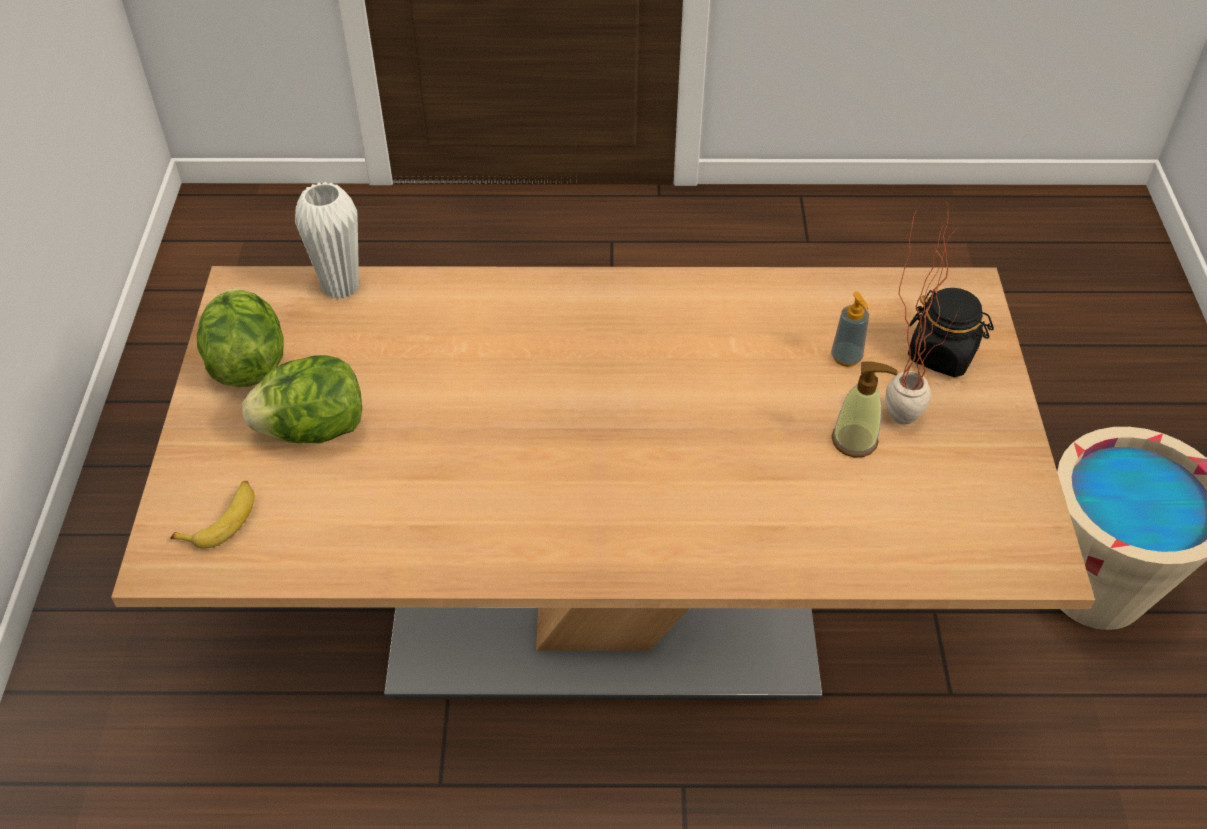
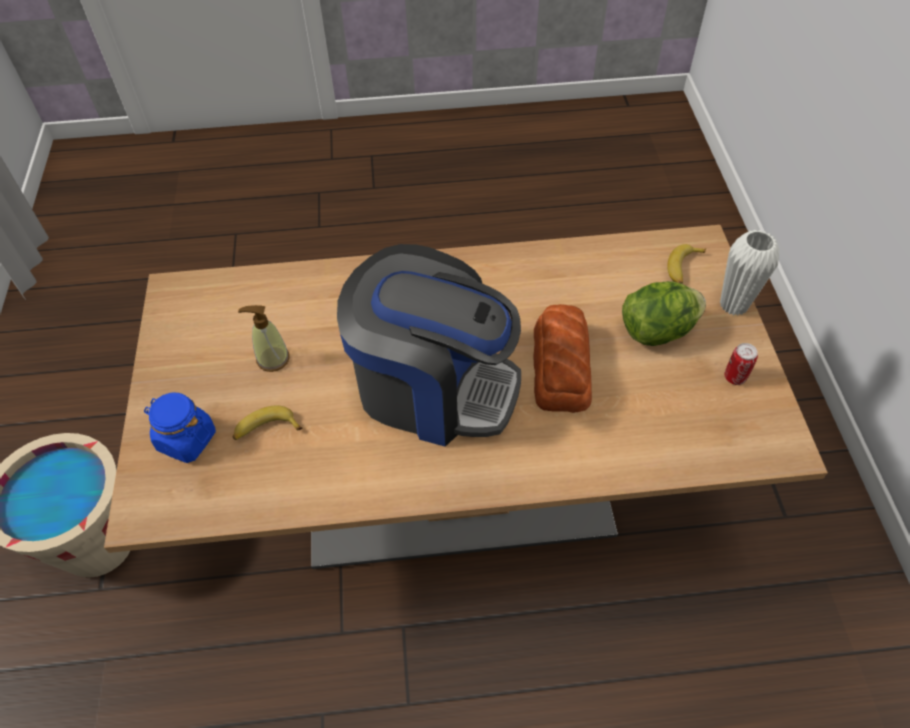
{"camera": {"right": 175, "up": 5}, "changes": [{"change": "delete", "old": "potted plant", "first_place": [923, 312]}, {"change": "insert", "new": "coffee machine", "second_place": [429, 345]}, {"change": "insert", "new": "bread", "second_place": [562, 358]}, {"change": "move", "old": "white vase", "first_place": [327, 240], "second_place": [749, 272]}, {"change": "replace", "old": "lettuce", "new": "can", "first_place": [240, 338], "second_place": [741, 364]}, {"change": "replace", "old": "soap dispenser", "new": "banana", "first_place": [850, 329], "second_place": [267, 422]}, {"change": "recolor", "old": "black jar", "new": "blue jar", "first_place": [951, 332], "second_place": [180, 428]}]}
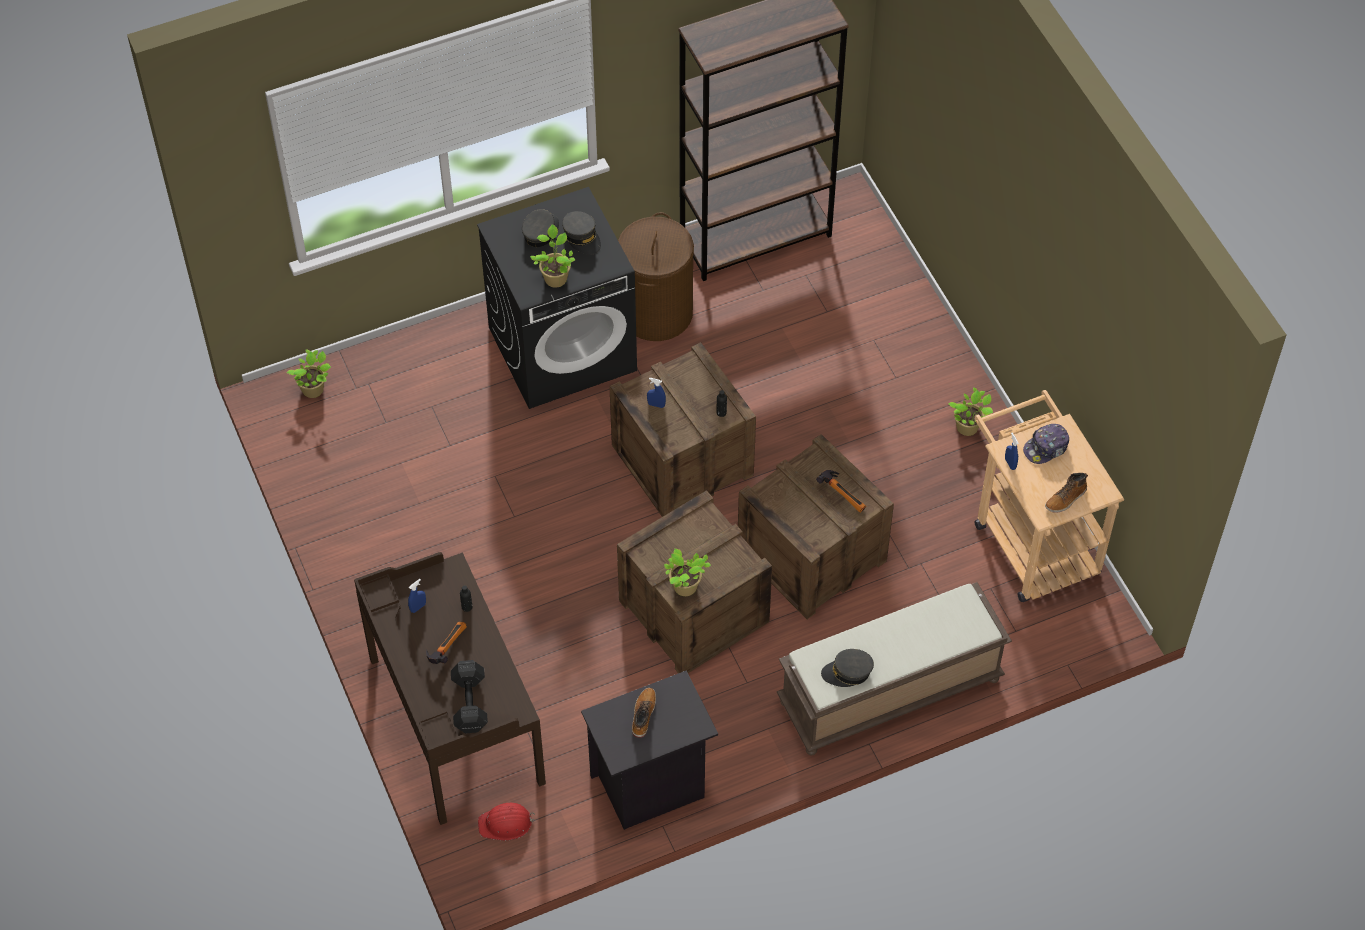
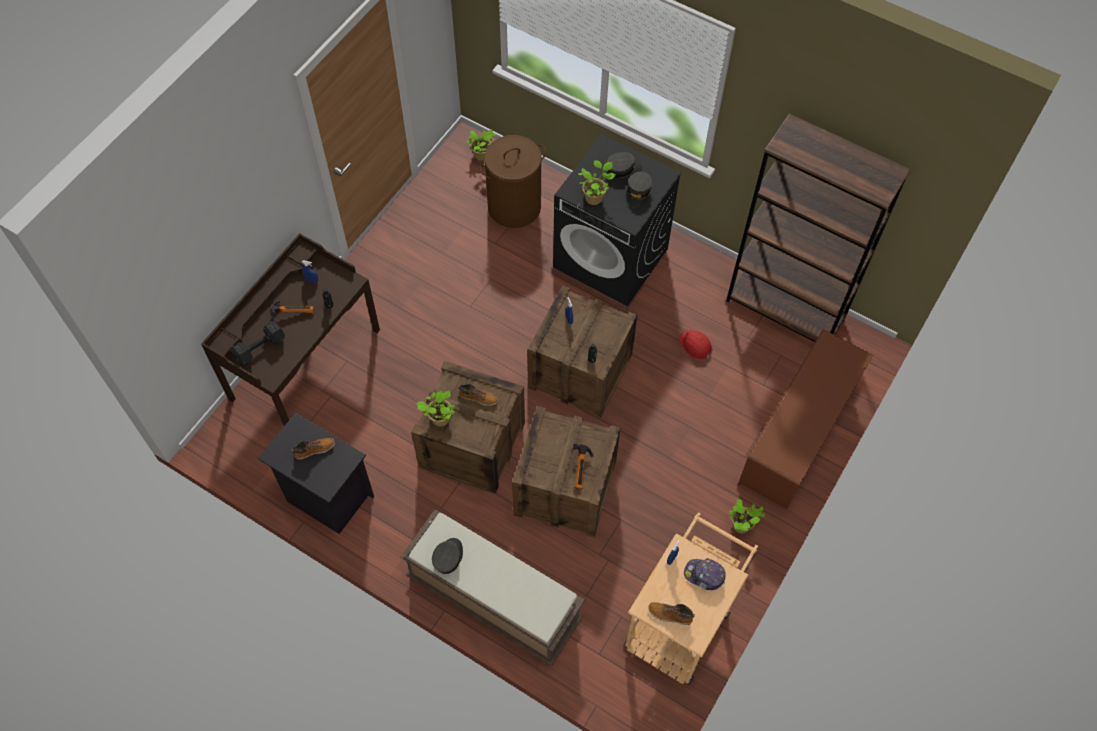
{"camera": {"right": 55, "up": 5}, "changes": [{"change": "insert", "new": "boot", "second_place": [478, 395]}, {"change": "insert", "new": "brown shoe rack", "second_place": [805, 419]}, {"change": "move", "old": "red hard hat", "first_place": [506, 821], "second_place": [695, 345]}, {"change": "move", "old": "brown laundry basket", "first_place": [656, 276], "second_place": [513, 181]}, {"change": "rotate", "old": "grey cap", "first_place": [847, 668], "second_place": [447, 556], "degrees": 60}]}
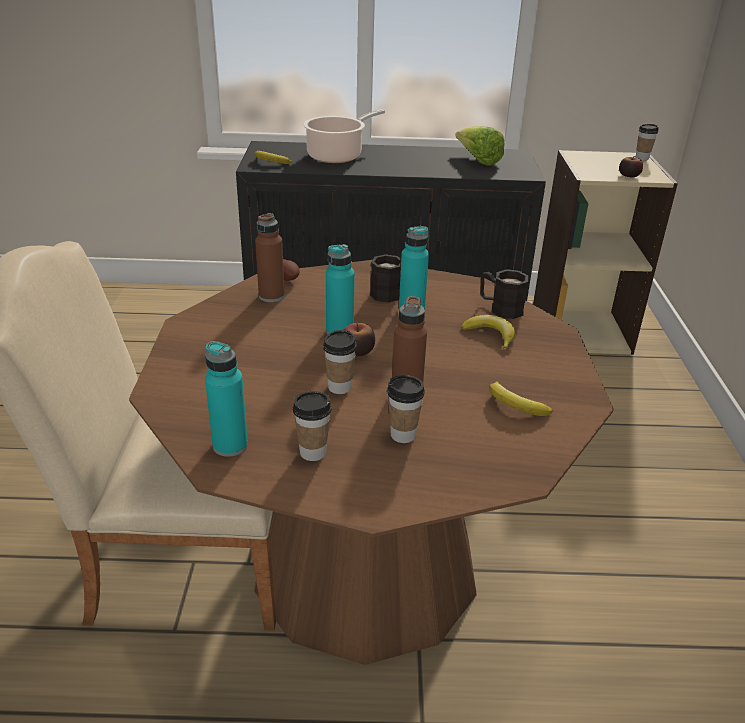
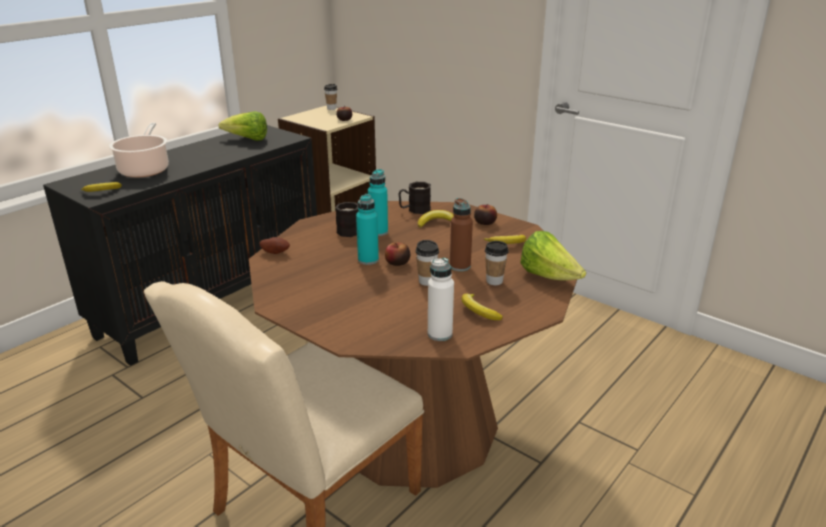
{"camera": {"right": -50, "up": -5}, "changes": [{"change": "delete", "old": "brown bottle", "first_place": [270, 257]}, {"change": "insert", "new": "apple", "second_place": [485, 214]}, {"change": "insert", "new": "lettuce", "second_place": [553, 256]}, {"change": "replace", "old": "cup", "new": "banana", "first_place": [312, 426], "second_place": [482, 307]}, {"change": "recolor", "old": "turquoise bottle", "new": "white bottle", "first_place": [226, 399], "second_place": [441, 299]}]}
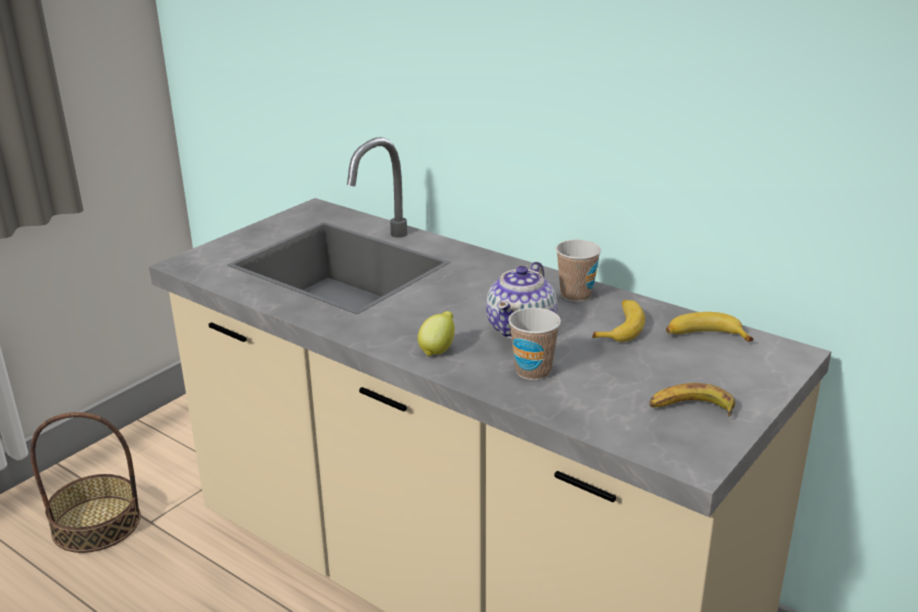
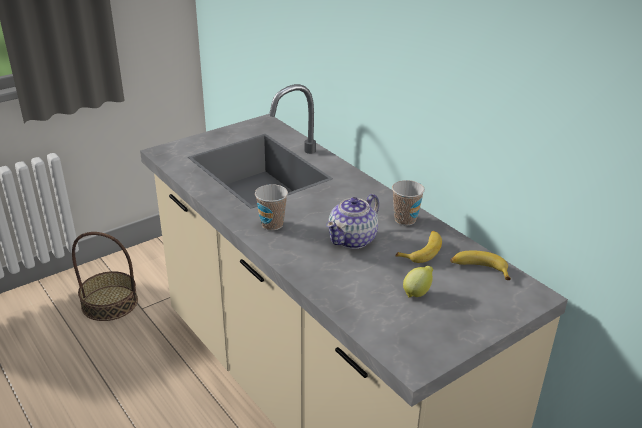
{"camera": {"right": 15, "up": 5}, "changes": [{"change": "delete", "old": "banana", "first_place": [692, 400]}, {"change": "move", "old": "lemon", "first_place": [436, 333], "second_place": [418, 282]}, {"change": "move", "old": "cup", "first_place": [534, 344], "second_place": [271, 207]}]}
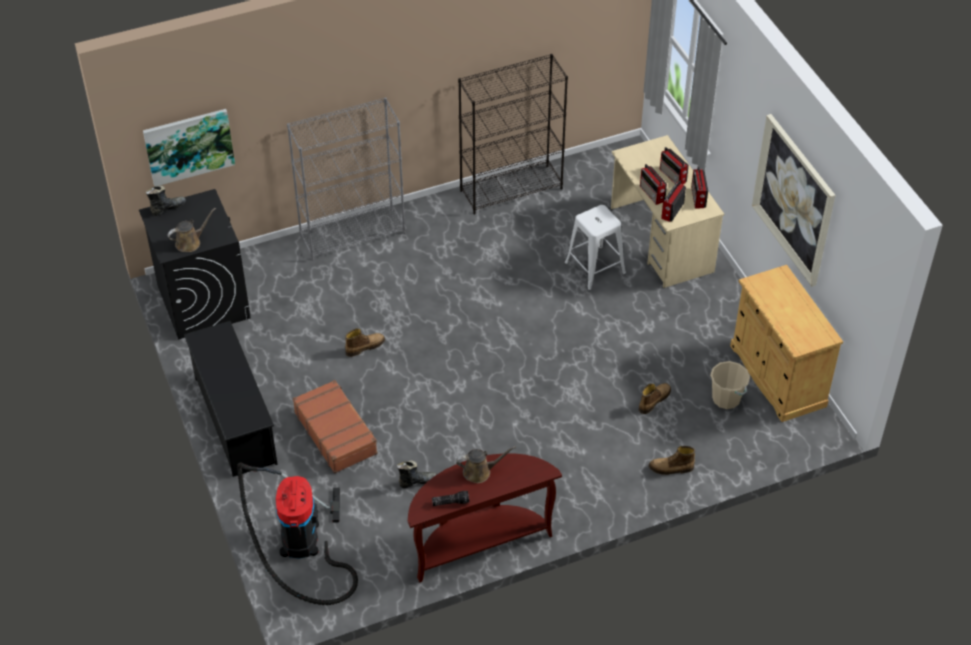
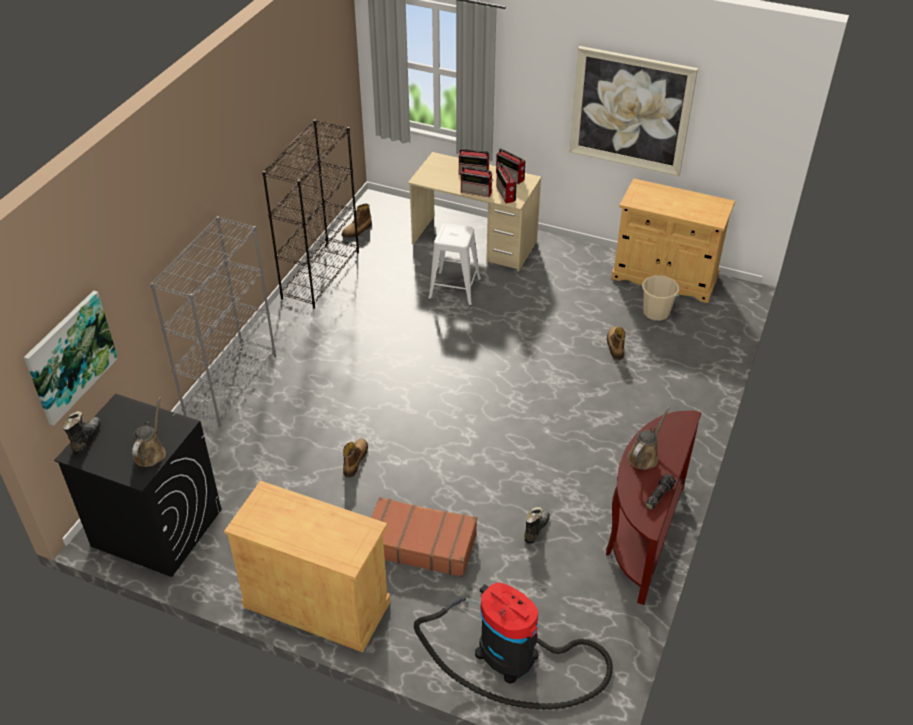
{"camera": {"right": -45, "up": -5}, "changes": [{"change": "move", "old": "boot", "first_place": [672, 460], "second_place": [357, 221]}, {"change": "replace", "old": "black shoe rack", "new": "beige cabinet", "first_place": [231, 399], "second_place": [307, 566]}]}
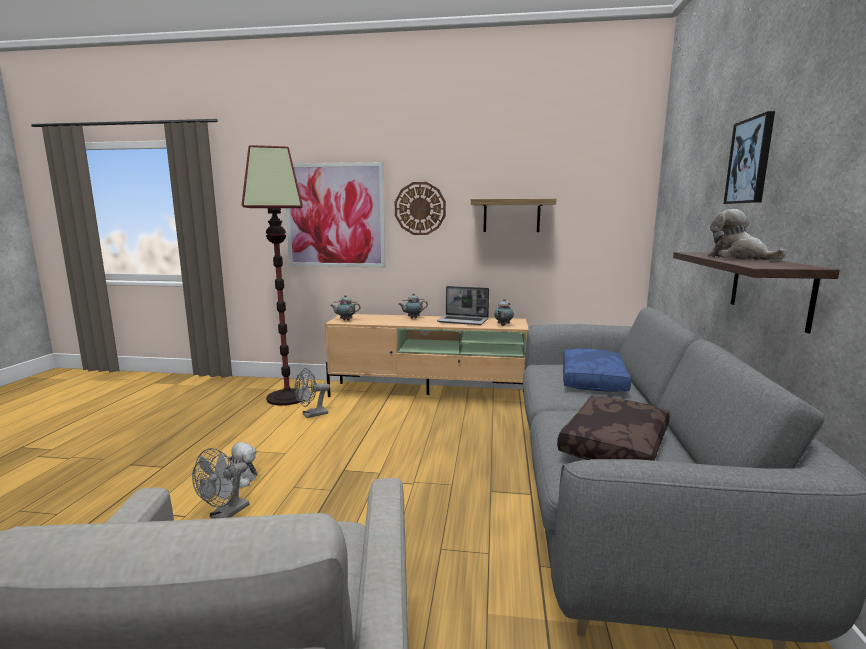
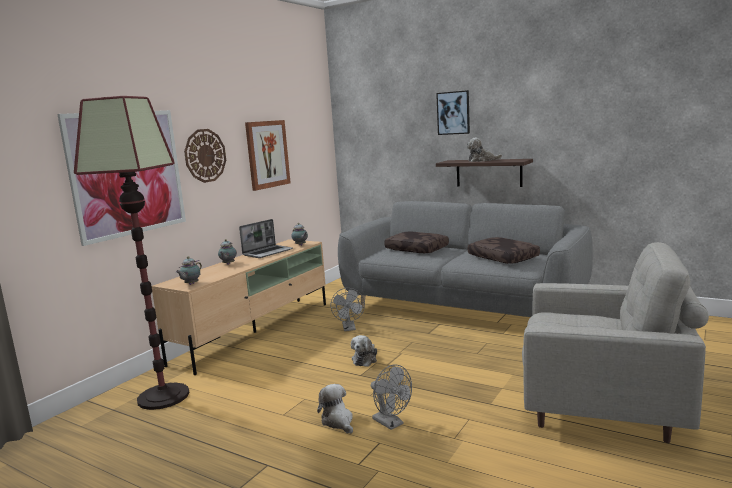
{"camera": {"right": -65, "up": 0}, "changes": [{"change": "insert", "new": "plush toy", "second_place": [364, 351]}, {"change": "move", "old": "grey fan", "first_place": [312, 393], "second_place": [348, 309]}, {"change": "replace", "old": "shelf", "new": "picture", "first_place": [513, 215], "second_place": [268, 155]}, {"change": "recolor", "old": "blue pillow", "new": "brown pillow", "first_place": [597, 370], "second_place": [416, 242]}]}
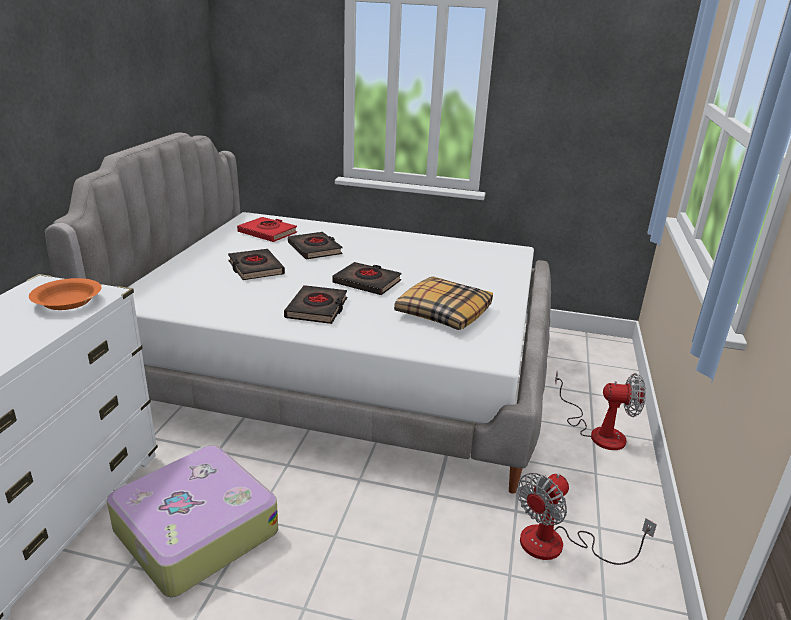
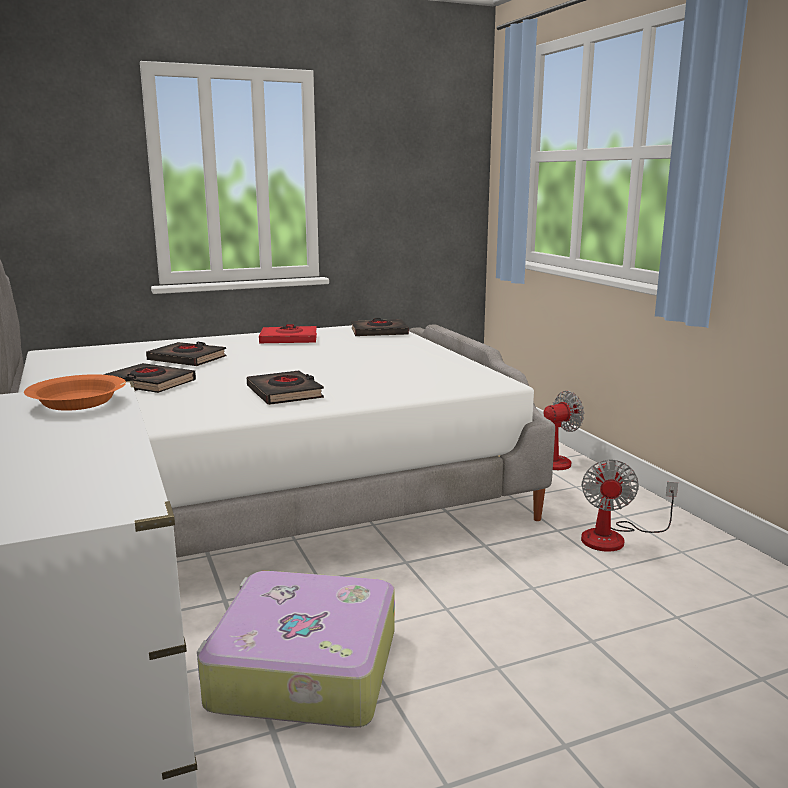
{"camera": {"right": -35, "up": -10}, "changes": [{"change": "delete", "old": "pillow", "first_place": [443, 303]}, {"change": "move", "old": "red book", "first_place": [267, 229], "second_place": [288, 333]}, {"change": "move", "old": "black book", "first_place": [366, 278], "second_place": [380, 327]}]}
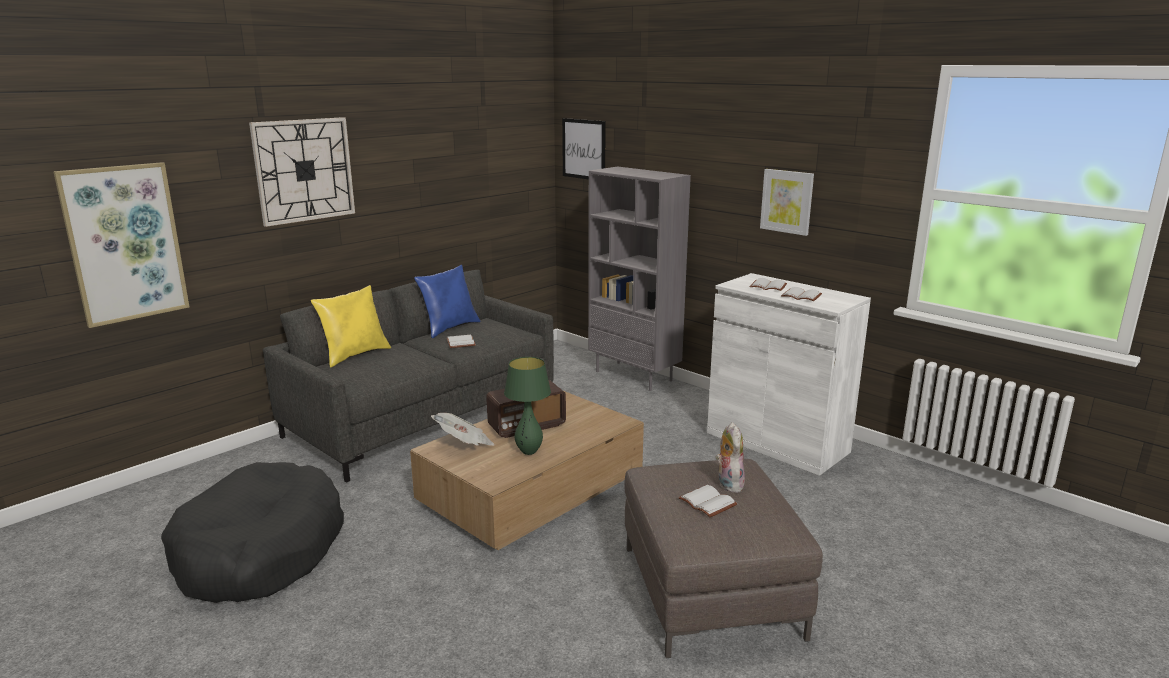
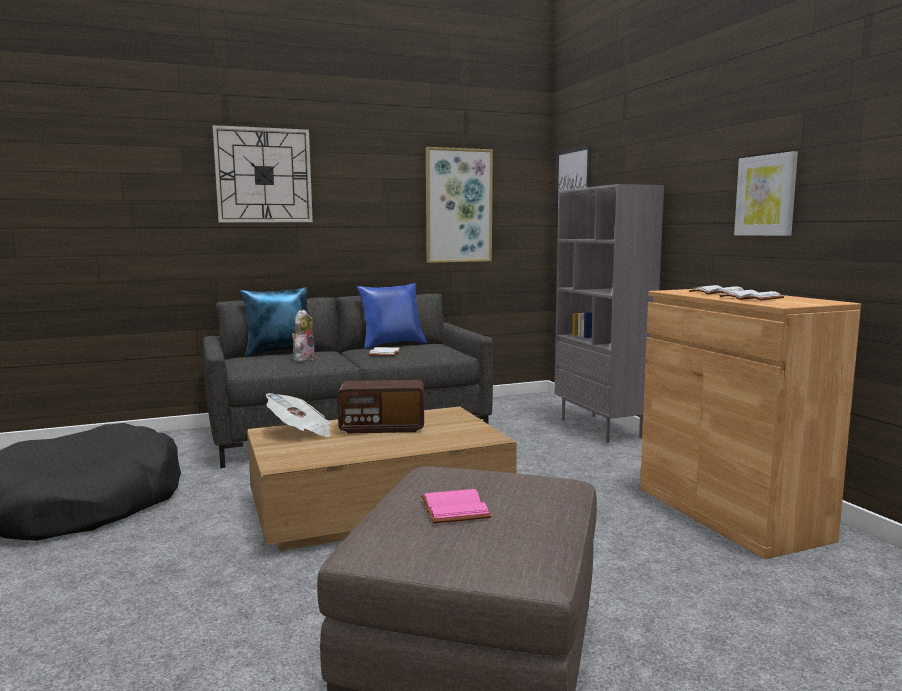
{"camera": {"right": 25, "up": -10}, "changes": [{"change": "delete", "old": "green table lamp", "first_place": [527, 406]}, {"change": "move", "old": "picture", "first_place": [121, 245], "second_place": [459, 205]}, {"change": "move", "old": "plush toy", "first_place": [730, 457], "second_place": [304, 336]}, {"change": "recolor", "old": "yellow pillow", "new": "blue pillow", "first_place": [351, 326], "second_place": [278, 322]}, {"change": "recolor", "old": "white book", "new": "pink book", "first_place": [707, 501], "second_place": [456, 506]}, {"change": "recolor", "old": "white cabinet", "new": "brown cabinet", "first_place": [789, 374], "second_place": [750, 424]}]}
